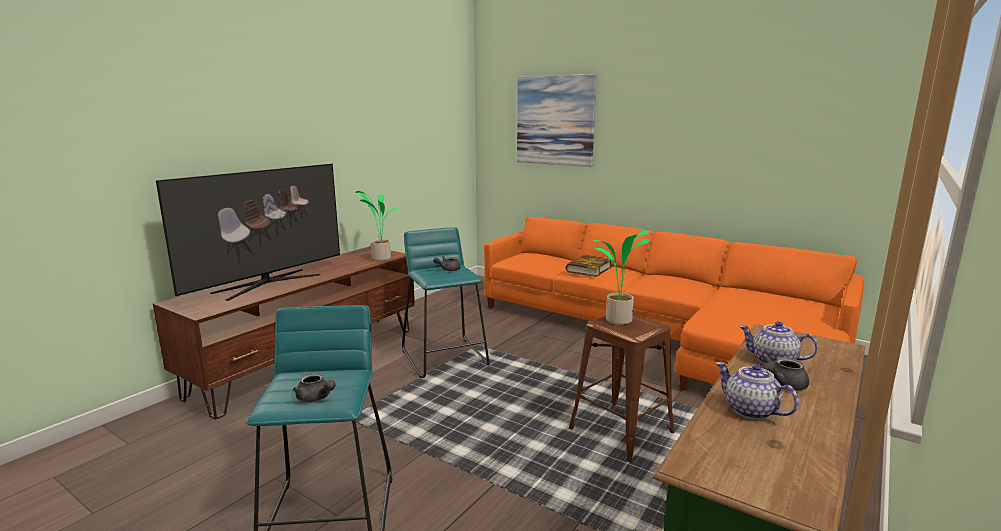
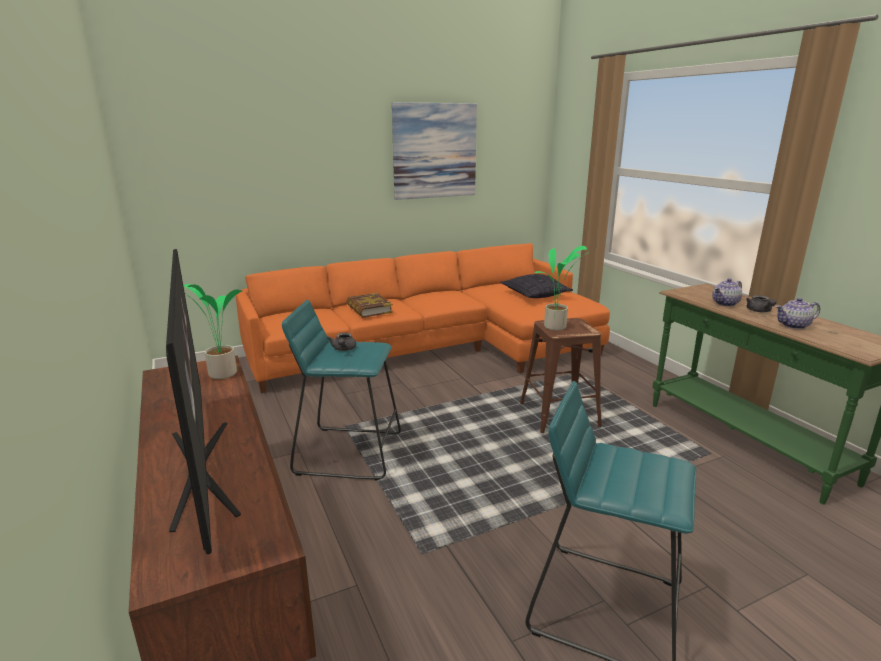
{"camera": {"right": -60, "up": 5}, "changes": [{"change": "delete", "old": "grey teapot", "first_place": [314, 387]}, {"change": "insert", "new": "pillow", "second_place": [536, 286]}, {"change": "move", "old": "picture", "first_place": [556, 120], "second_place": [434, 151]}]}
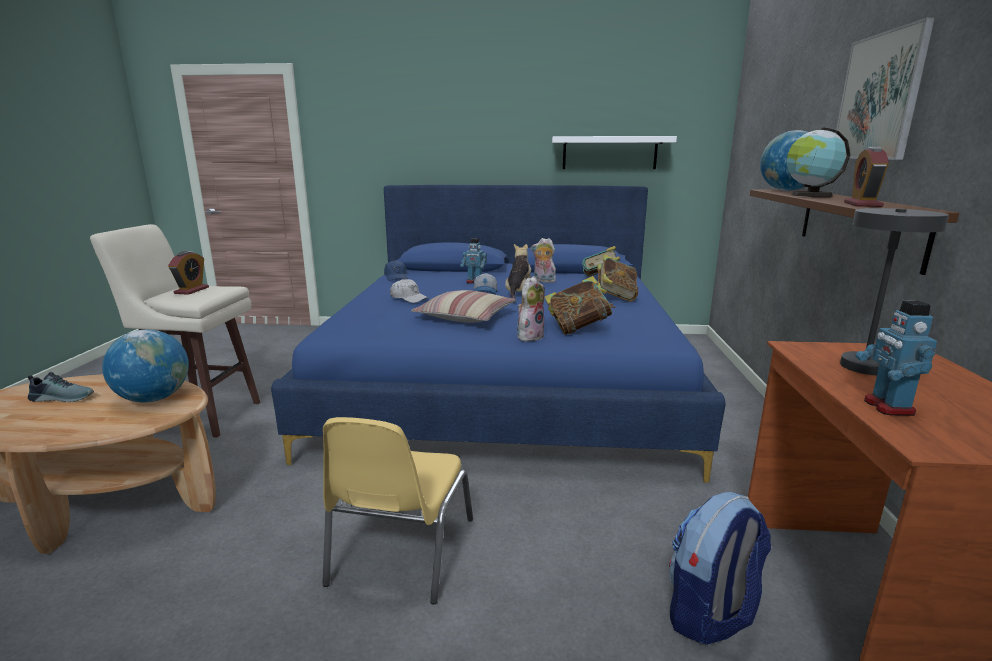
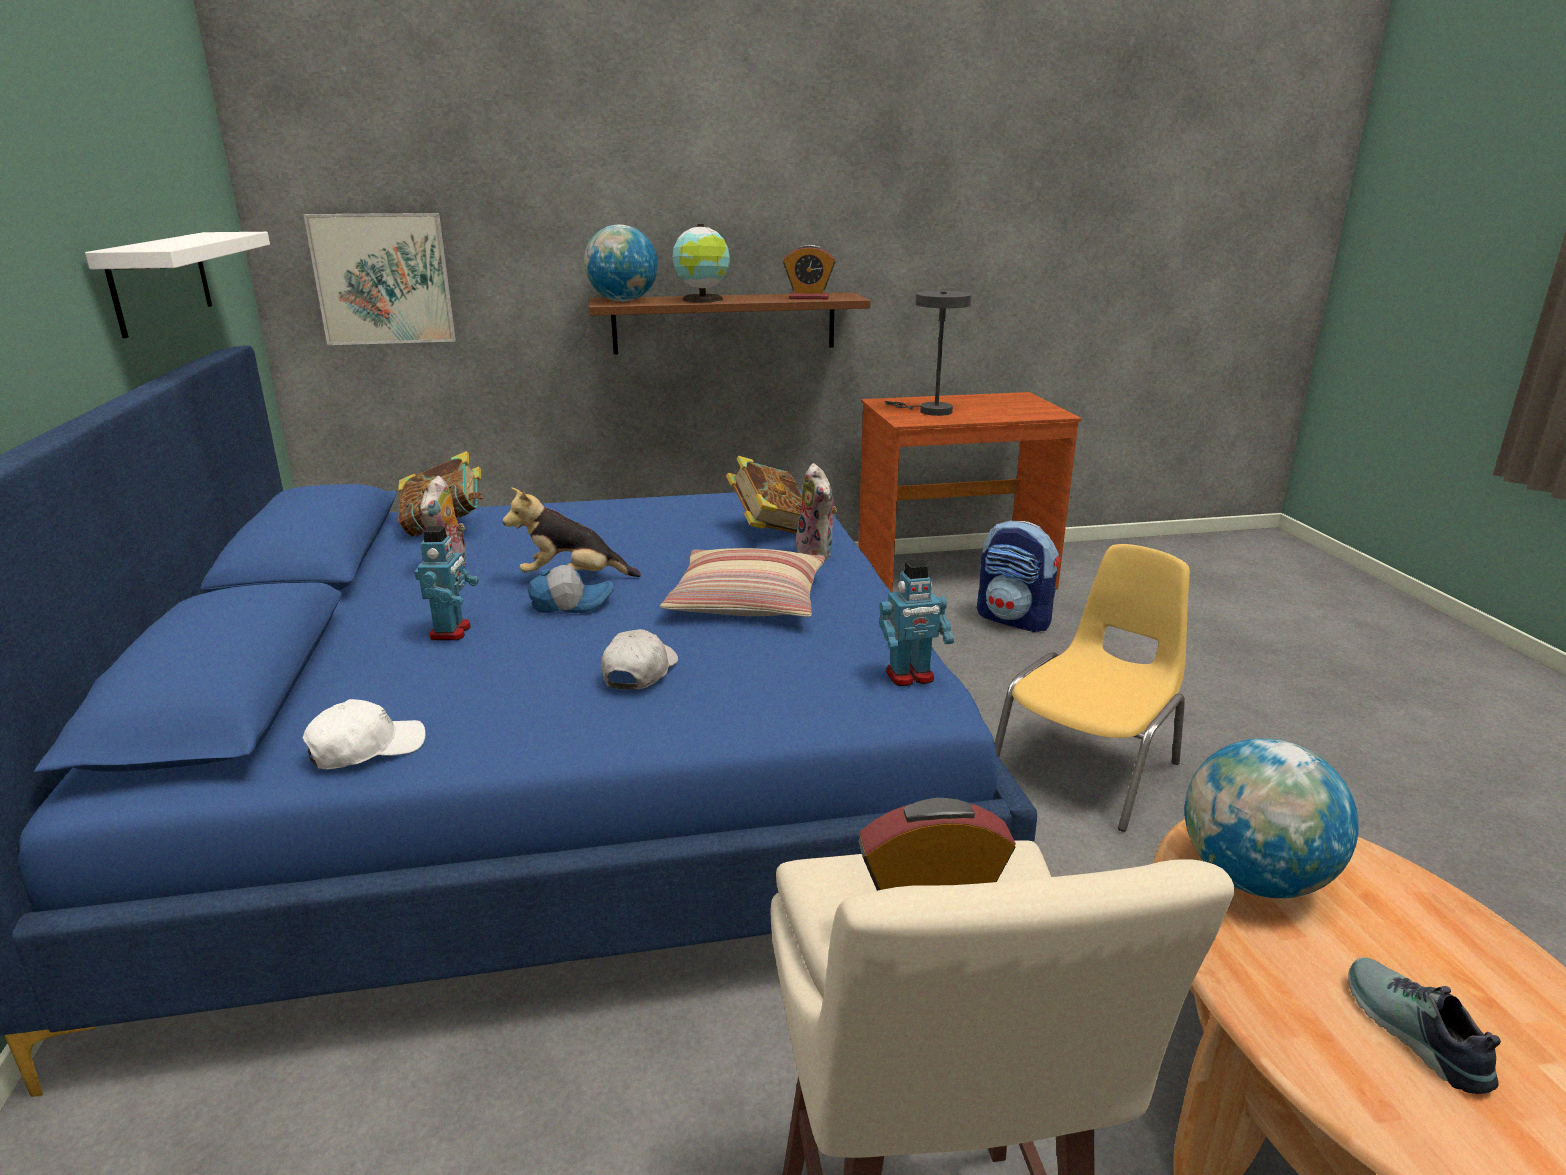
{"camera": {"right": -105, "up": 5}, "changes": [{"change": "delete", "old": "book", "first_place": [617, 278]}, {"change": "move", "old": "picture", "first_place": [885, 88], "second_place": [379, 279]}, {"change": "move", "old": "toy robot", "first_place": [896, 358], "second_place": [916, 623]}, {"change": "recolor", "old": "blue cap", "new": "white cap", "first_place": [396, 270], "second_place": [364, 734]}, {"change": "rotate", "old": "yellow chair", "first_place": [397, 510], "second_place": [1092, 688], "degrees": -45}, {"change": "rotate", "old": "plush toy", "first_place": [531, 309], "second_place": [816, 511], "degrees": -135}]}
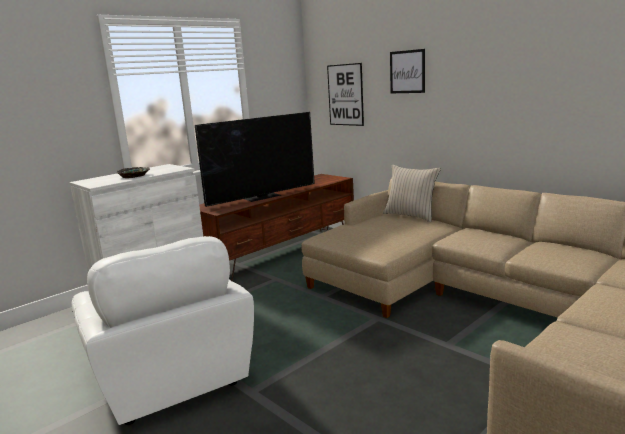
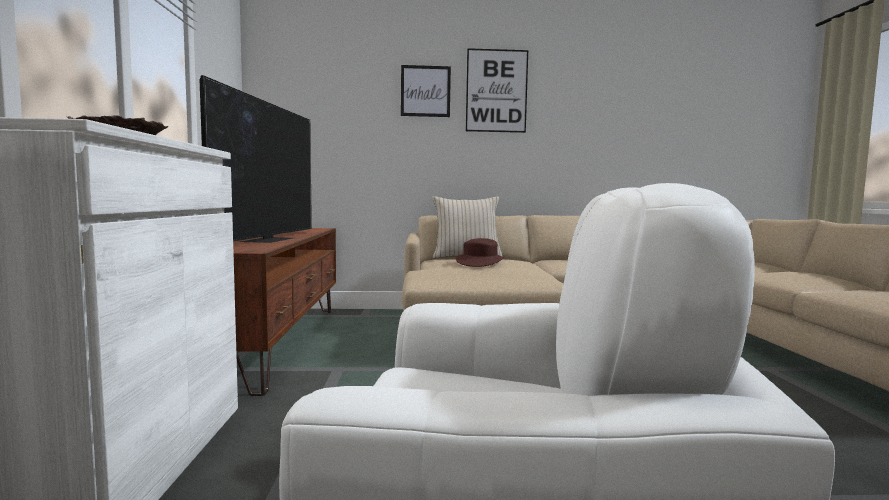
{"camera": {"right": -50, "up": -10}, "changes": [{"change": "insert", "new": "brown hat", "second_place": [480, 252]}, {"change": "move", "old": "picture", "first_place": [345, 94], "second_place": [497, 90]}]}
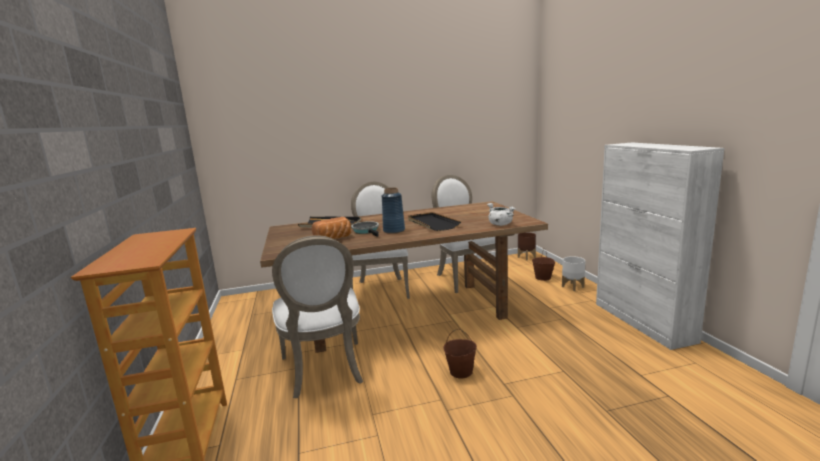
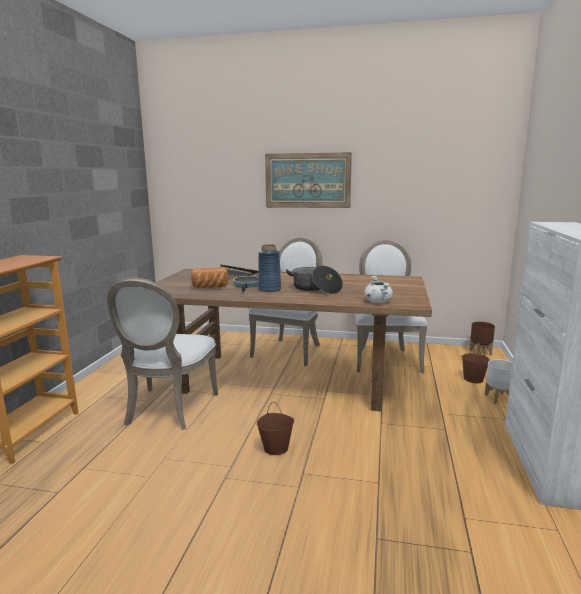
{"camera": {"right": 25, "up": 0}, "changes": [{"change": "insert", "new": "picture", "second_place": [308, 180]}, {"change": "replace", "old": "black tray", "new": "cooking pot", "first_place": [434, 221], "second_place": [314, 280]}]}
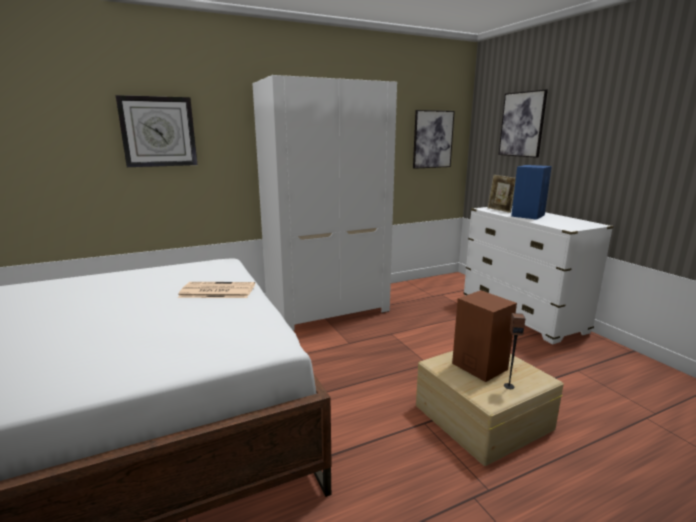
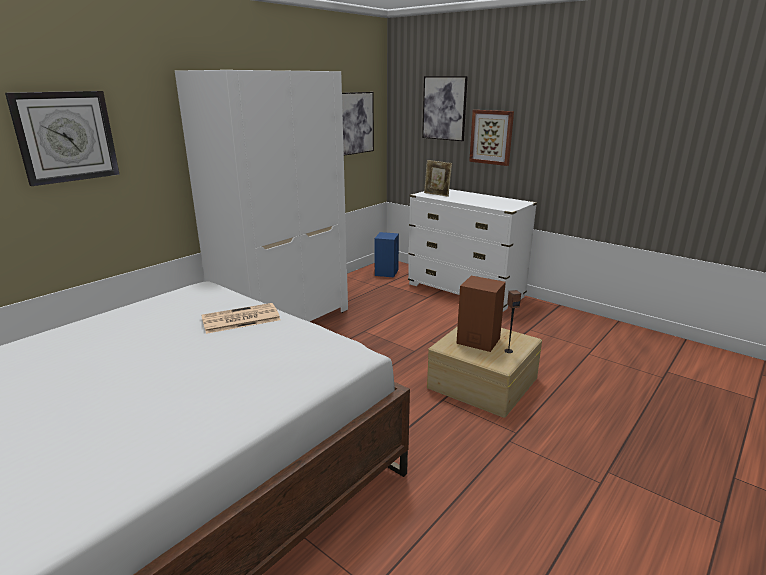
{"camera": {"right": -25, "up": 5}, "changes": [{"change": "insert", "new": "picture", "second_place": [491, 138]}, {"change": "move", "old": "blue speaker", "first_place": [531, 192], "second_place": [386, 255]}]}
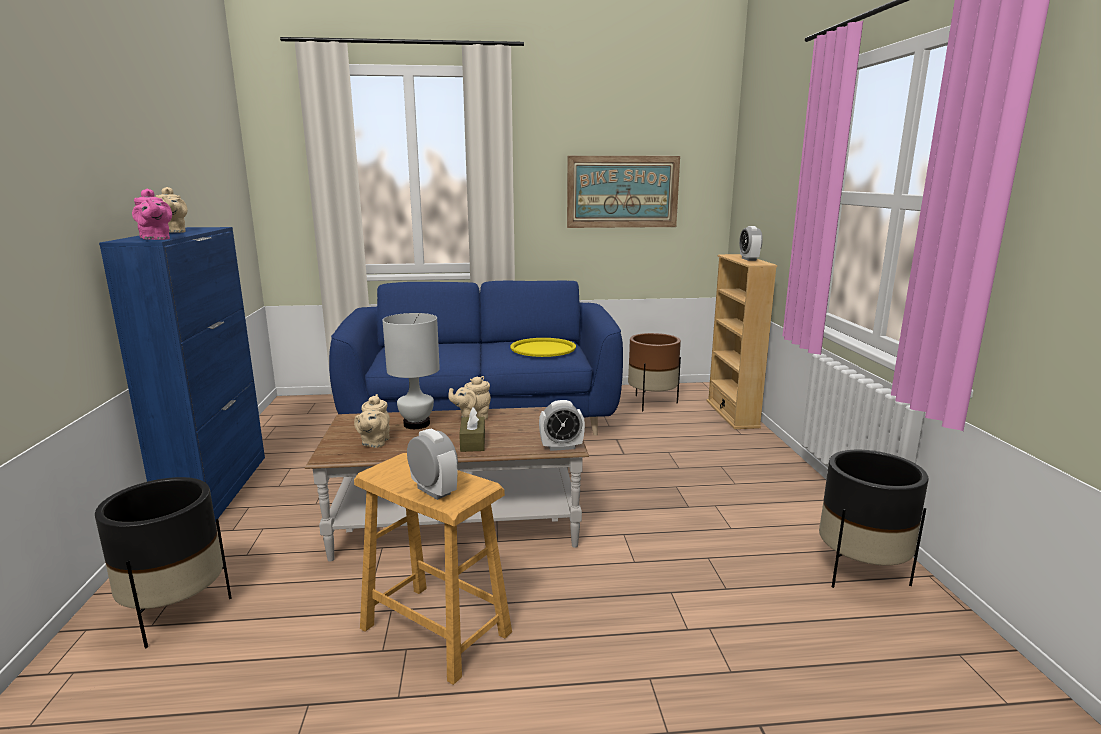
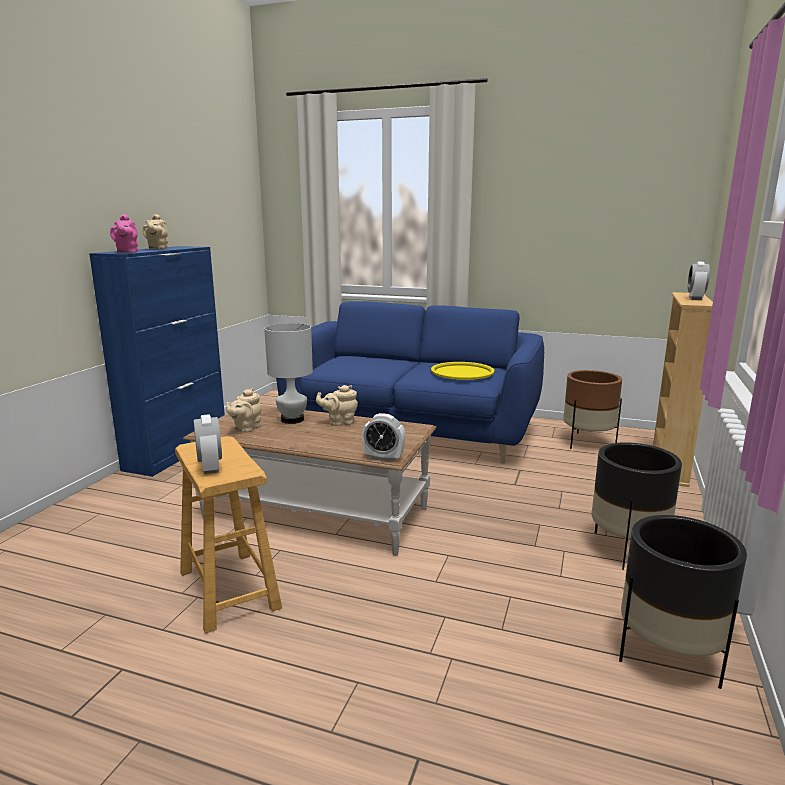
{"camera": {"right": 25, "up": 0}, "changes": [{"change": "delete", "old": "brown tissue box", "first_place": [472, 429]}, {"change": "delete", "old": "picture", "first_place": [623, 192]}, {"change": "move", "old": "black planter", "first_place": [163, 562], "second_place": [636, 506]}]}
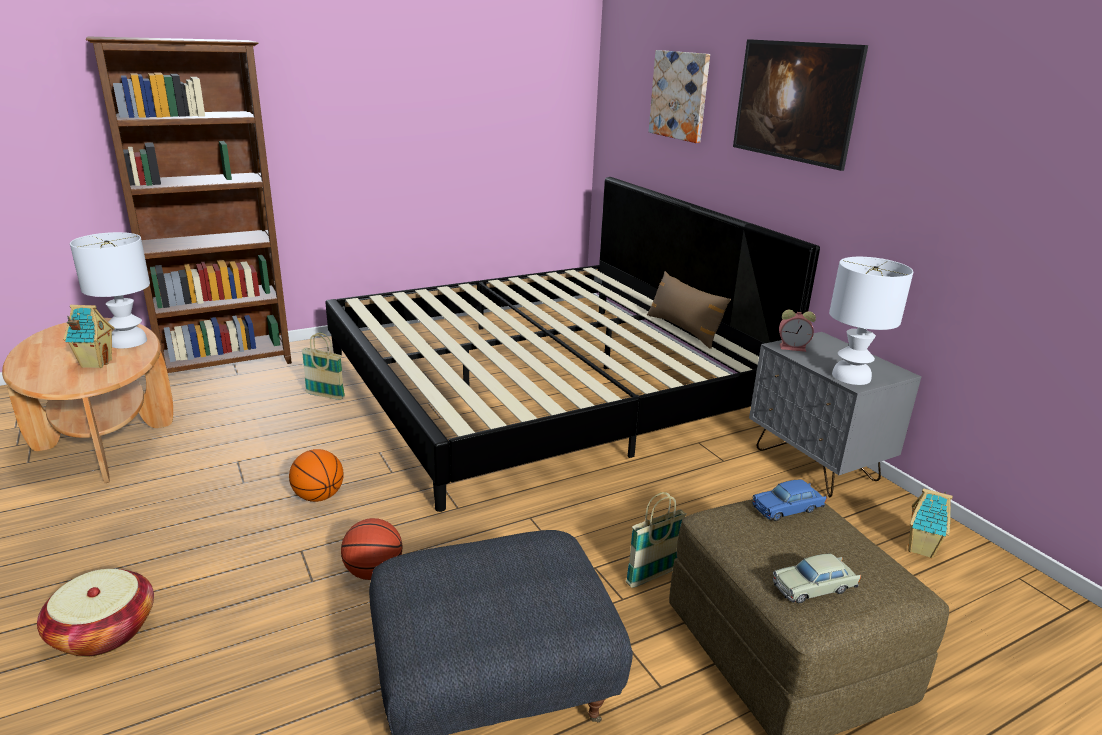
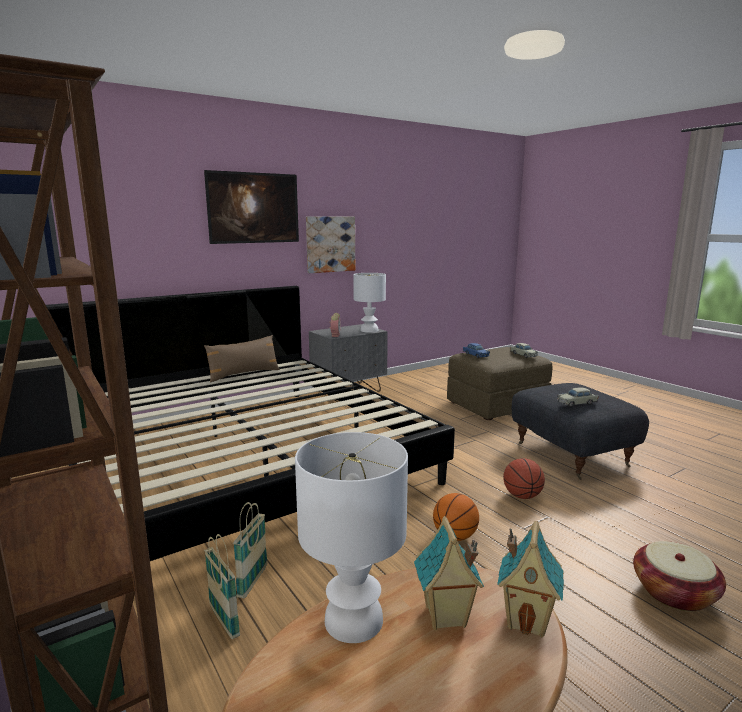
{"camera": {"right": -95, "up": -10}, "changes": [{"change": "insert", "new": "beige toy car", "second_place": [578, 397]}, {"change": "move", "old": "basket", "first_place": [656, 540], "second_place": [222, 586]}, {"change": "move", "old": "picture", "first_place": [679, 96], "second_place": [330, 244]}, {"change": "move", "old": "toy house", "first_place": [930, 523], "second_place": [530, 579]}]}
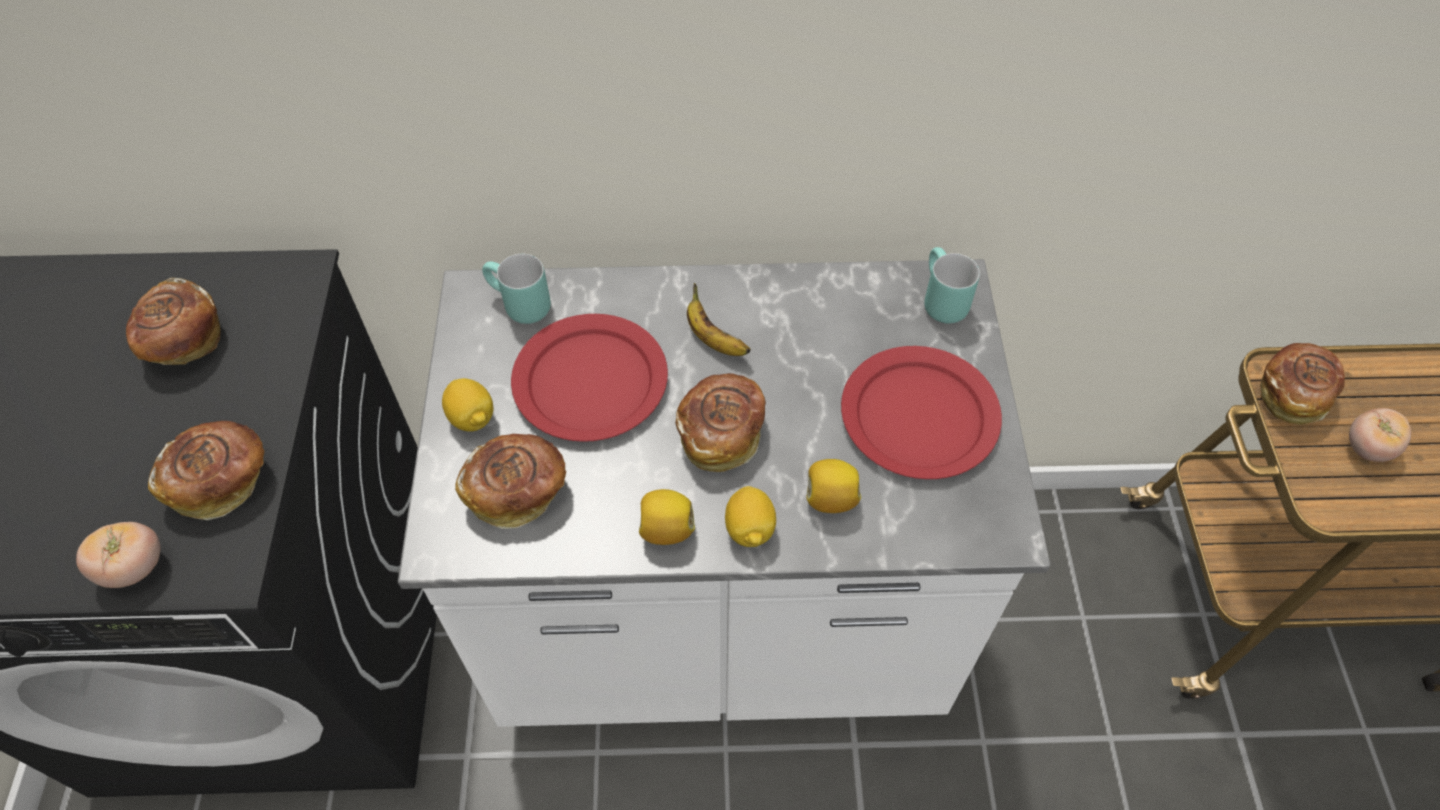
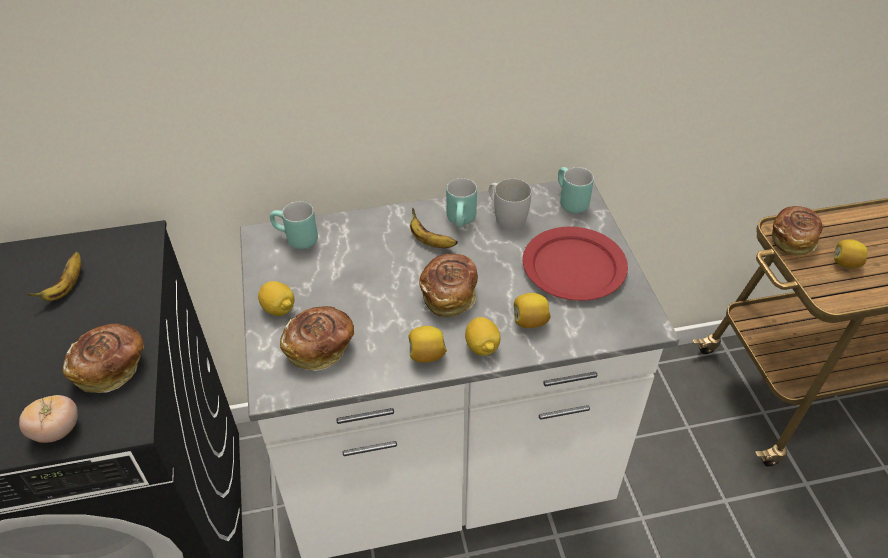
{"camera": {"right": -10, "up": -10}, "changes": [{"change": "delete", "old": "red plate", "first_place": [589, 378]}, {"change": "insert", "new": "turquoise mug", "second_place": [461, 203]}, {"change": "insert", "new": "white mug", "second_place": [510, 204]}, {"change": "replace", "old": "bread", "new": "banana", "first_place": [173, 321], "second_place": [54, 276]}, {"change": "replace", "old": "tomato", "new": "lemon", "first_place": [1380, 435], "second_place": [851, 254]}]}
